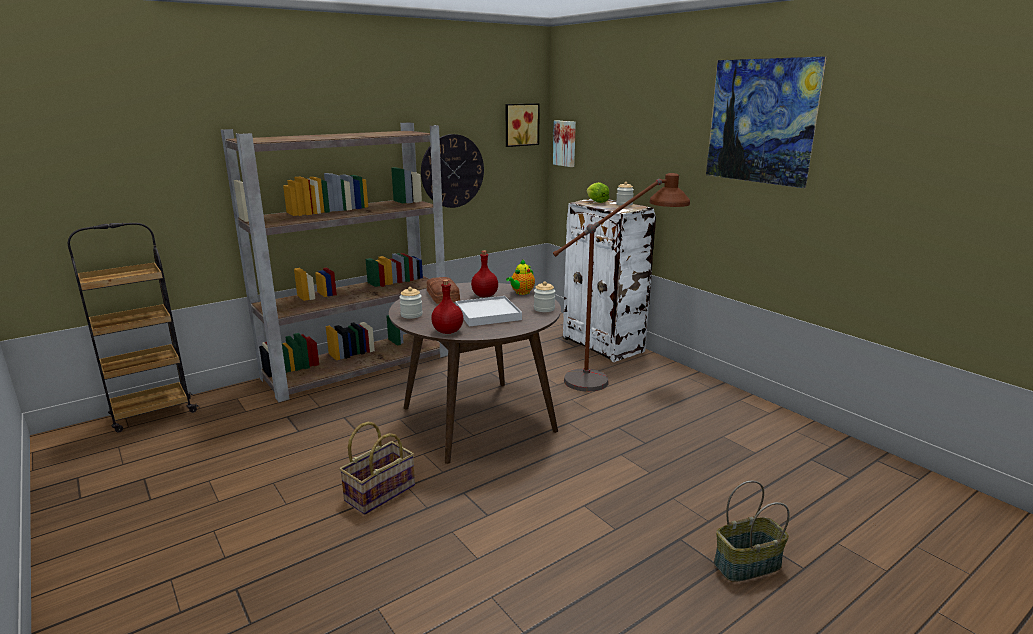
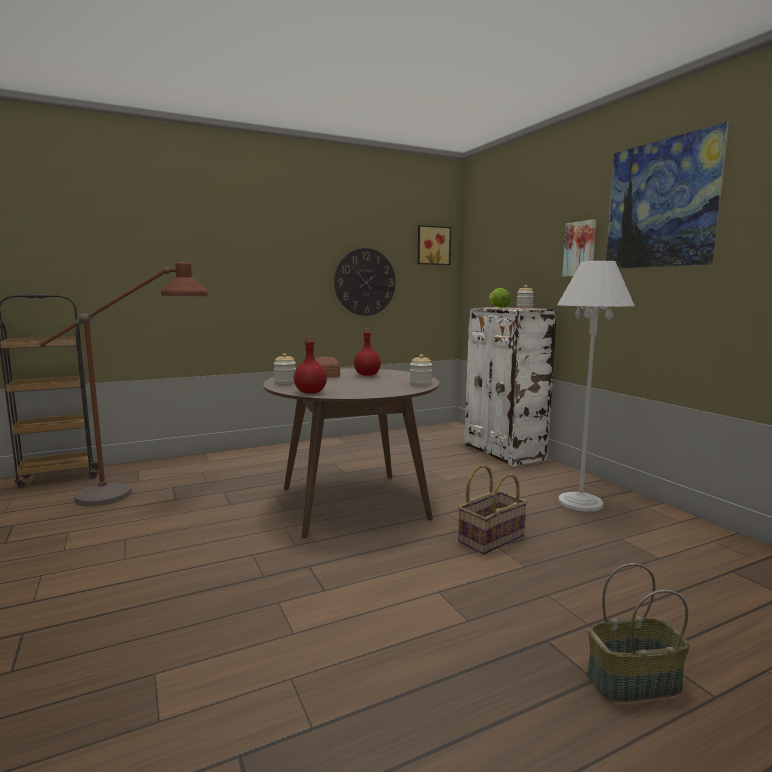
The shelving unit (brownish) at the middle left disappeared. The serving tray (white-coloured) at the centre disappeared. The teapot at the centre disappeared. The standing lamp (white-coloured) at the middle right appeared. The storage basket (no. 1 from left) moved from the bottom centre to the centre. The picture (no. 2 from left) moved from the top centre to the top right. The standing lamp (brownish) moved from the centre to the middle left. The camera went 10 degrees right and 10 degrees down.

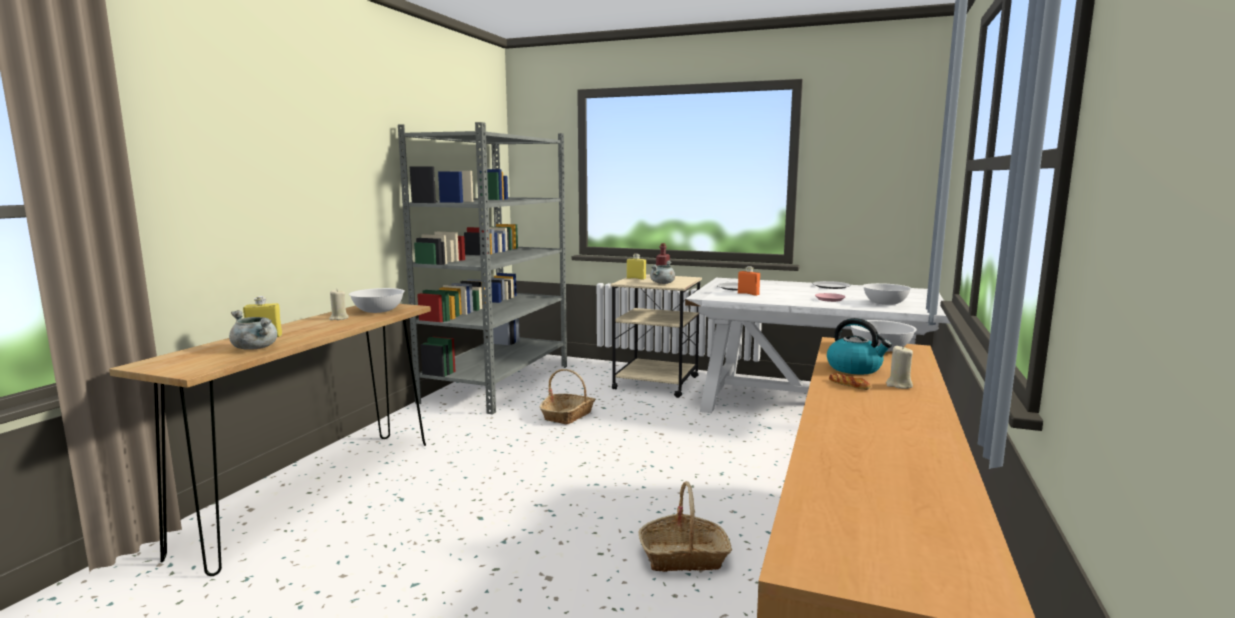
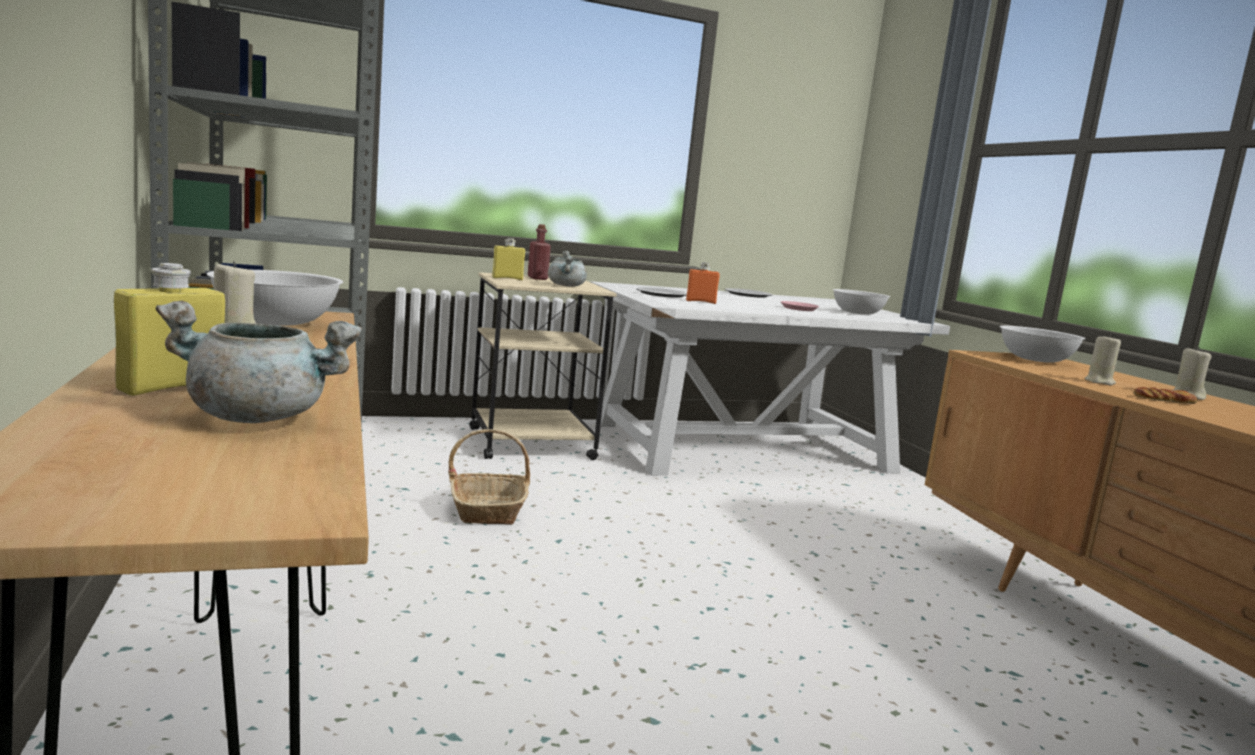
The storage basket (no. 2 from left) at the bottom centre disappeared. The water kettle at the middle right was replaced by the wax candle (sand-coloured) (no. 2 from left) at the middle right. The camera went 40 degrees left and 0 degrees up.

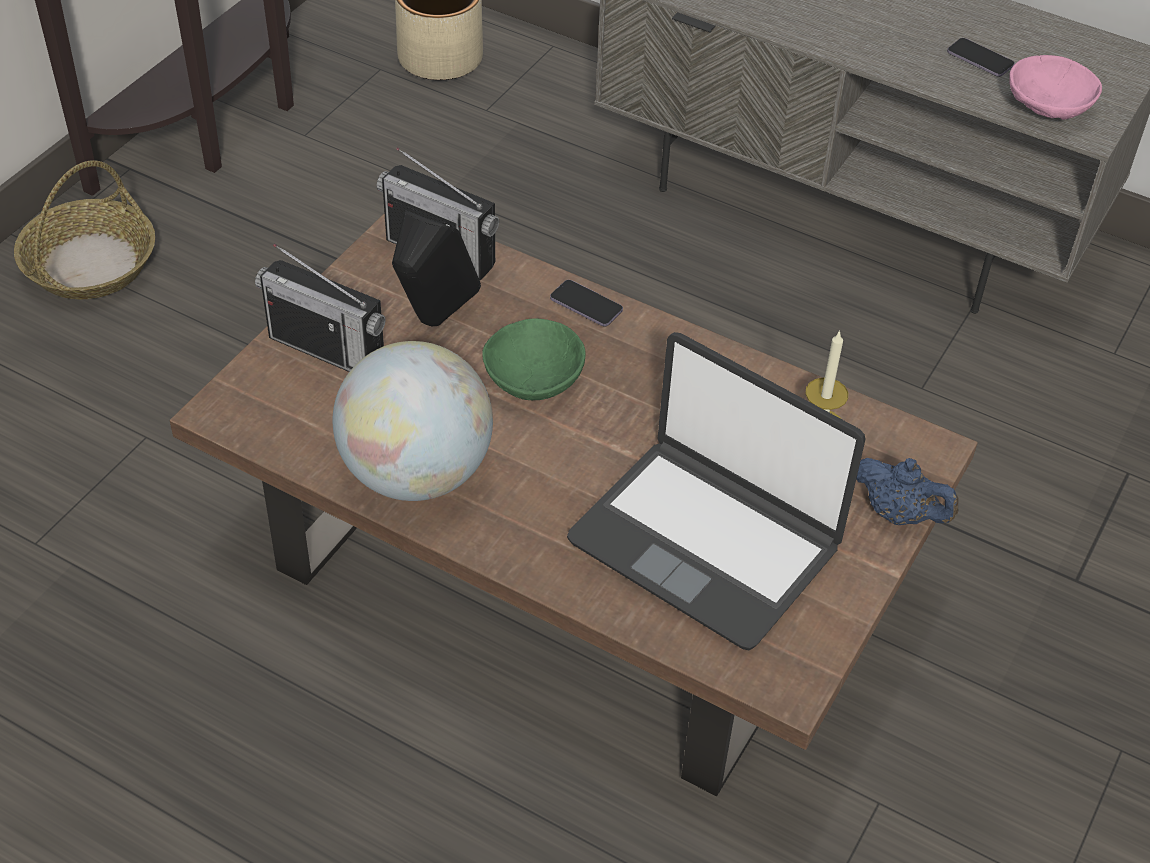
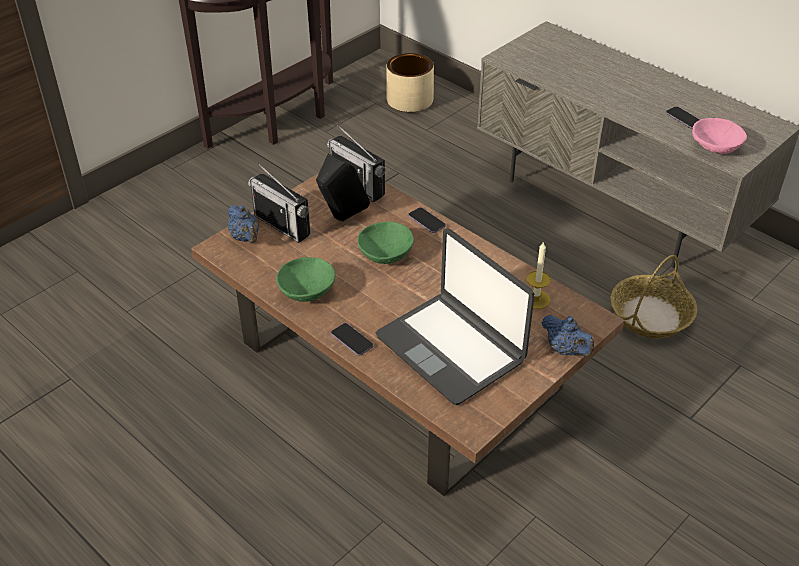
The teapot (blue) (no. 1 from left) at the middle left appeared. The phone (no. 1 from left) at the centre appeared. The storage basket moved from the top left to the middle right. The desk globe at the centre was replaced by the bowl (green-coloured) (no. 1 from left) at the centre. The camera went 15 degrees right and 5 degrees down.

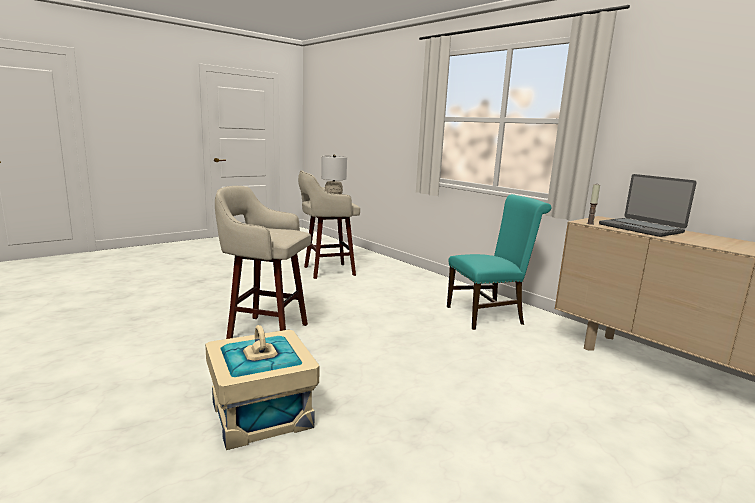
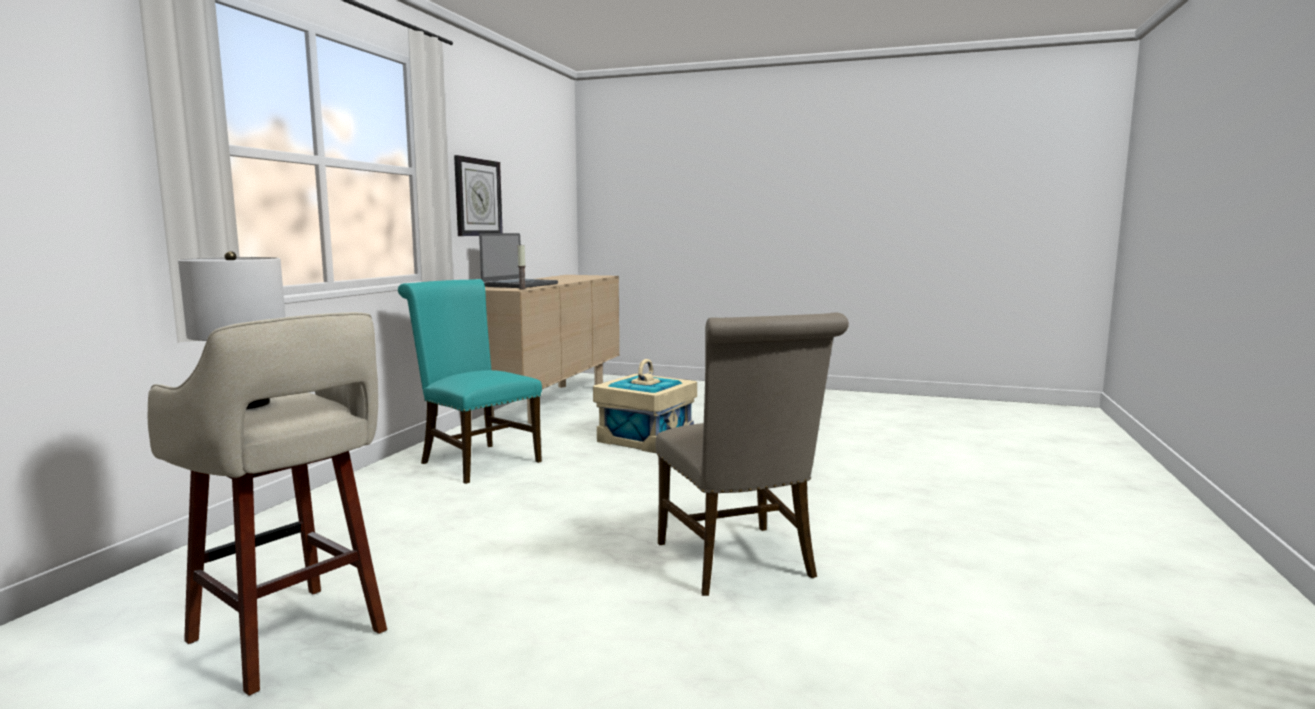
The hanging clock at the top centre appeared. The storage container (sand-coloured) moved from the bottom centre to the centre. The sitting stool (sand-coloured) (no. 1 from left) at the centre was replaced by the chair (sand-coloured) at the centre. The camera went 120 degrees left and 5 degrees down.

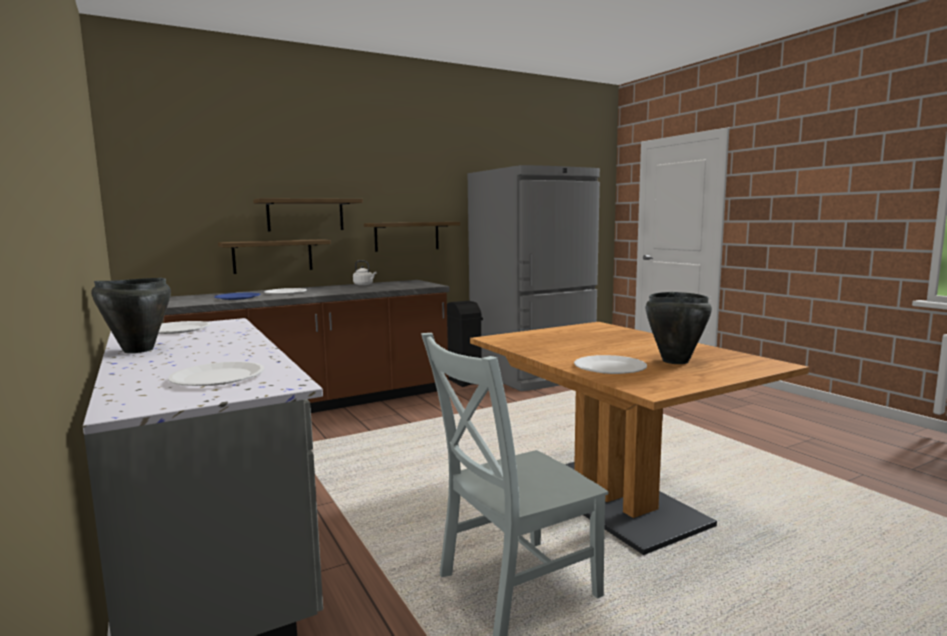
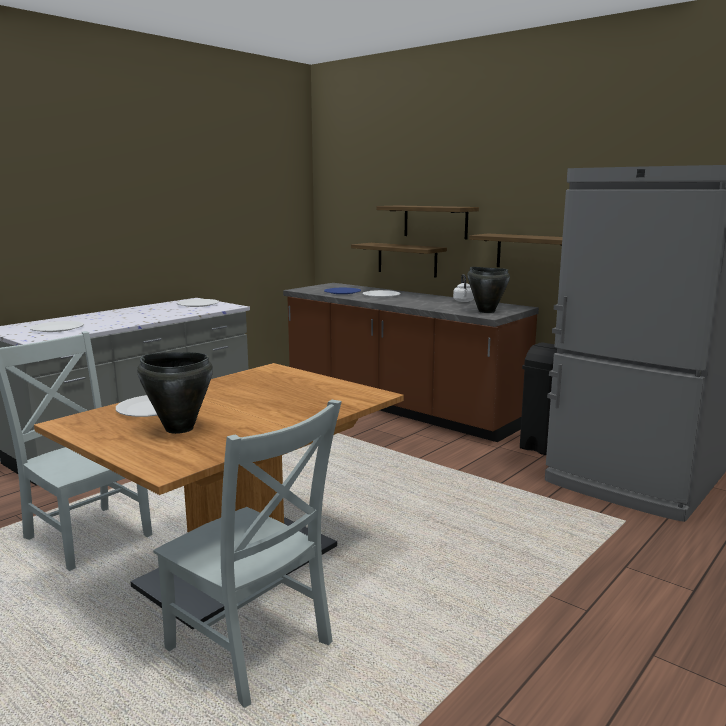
The chair (greyish) (no. 2 from left) at the bottom centre appeared. The stockpot (blackish) (no. 1 from left in the first image) moved from the middle left to the middle right. The camera went 70 degrees right and 5 degrees up.

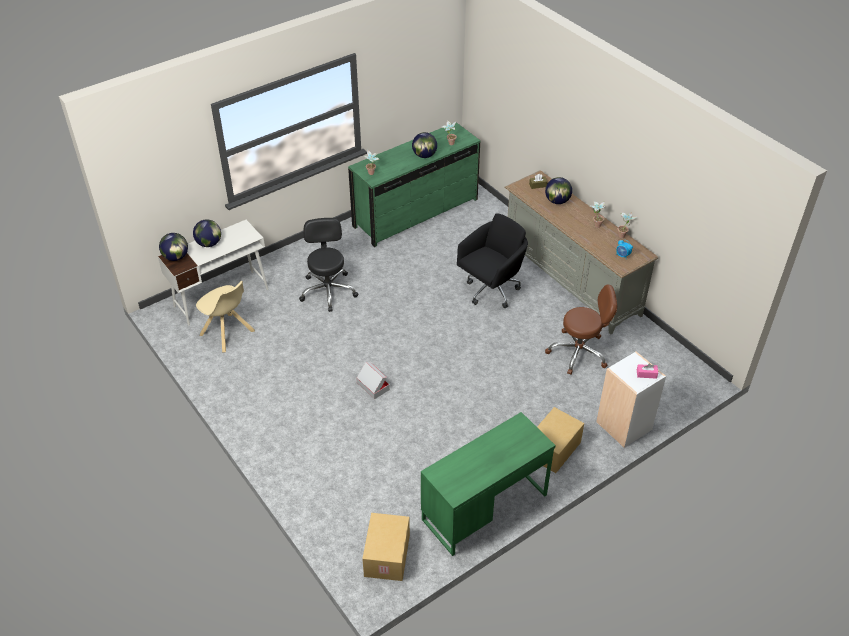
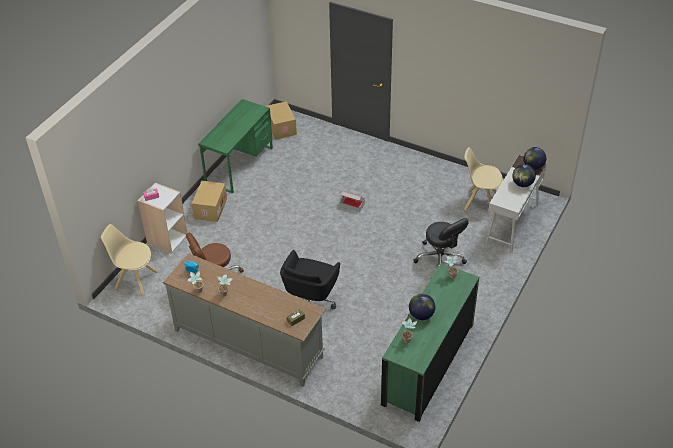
The desk globe (no. 4 from left) at the top centre disappeared. The chair (sand-coloured) (no. 1 from left) at the middle left appeared. The camera went 155 degrees right and 0 degrees up.

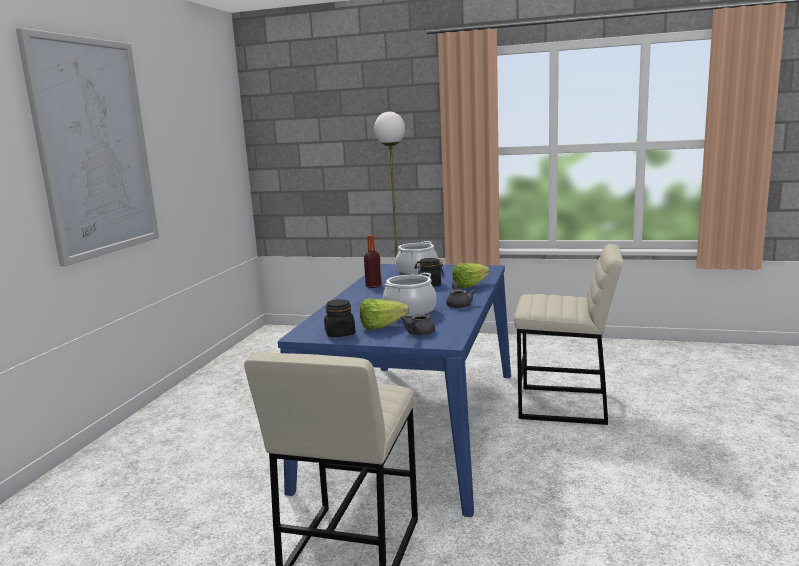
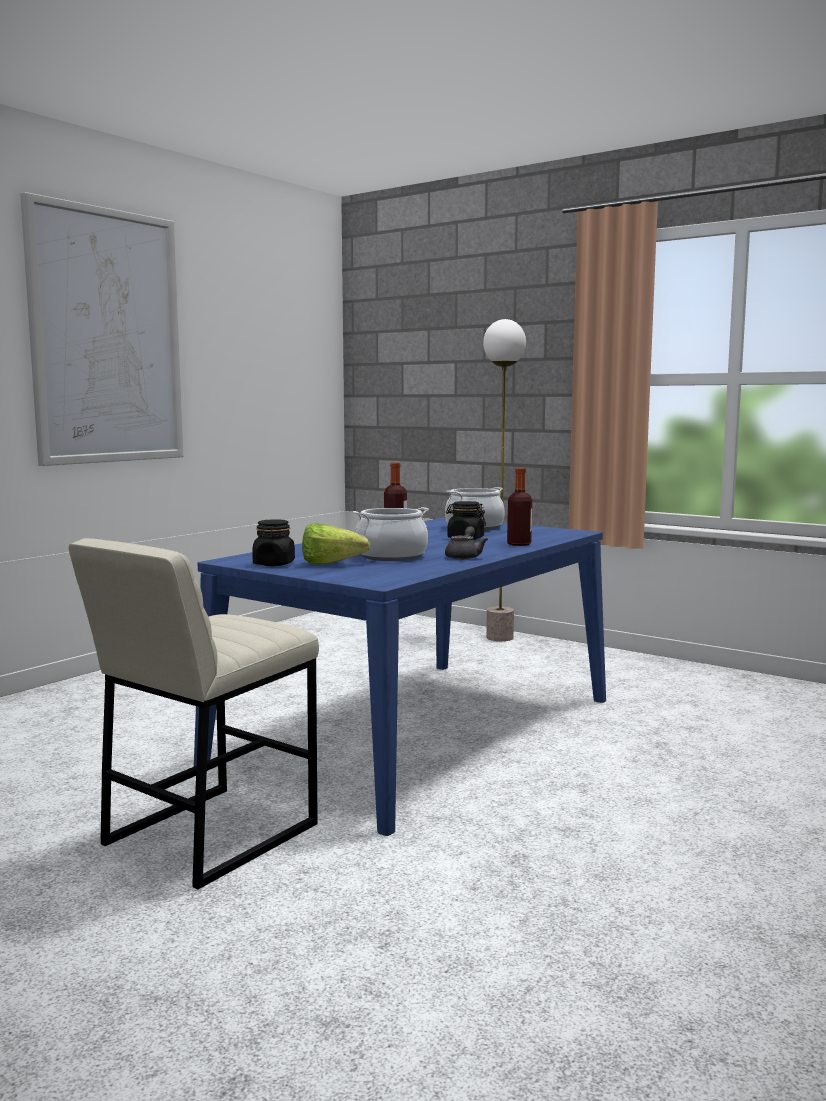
The teapot (greyish) (no. 1 from left) at the centre disappeared. The chair (sand-coloured) (no. 2 from left) at the middle right disappeared. The lettuce (no. 2 from left) at the centre was replaced by the beverage bottle (no. 2 from left) at the centre. The camera went 20 degrees right and 5 degrees down.

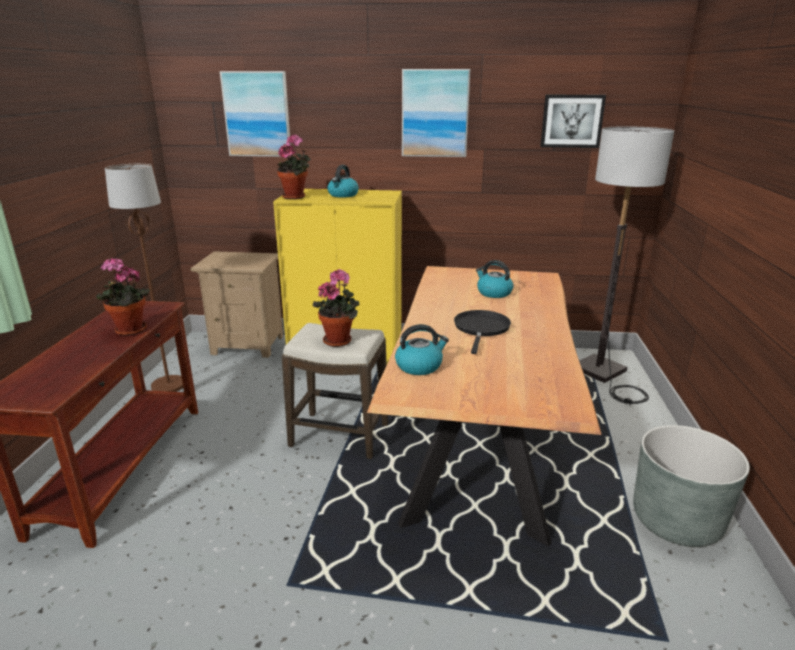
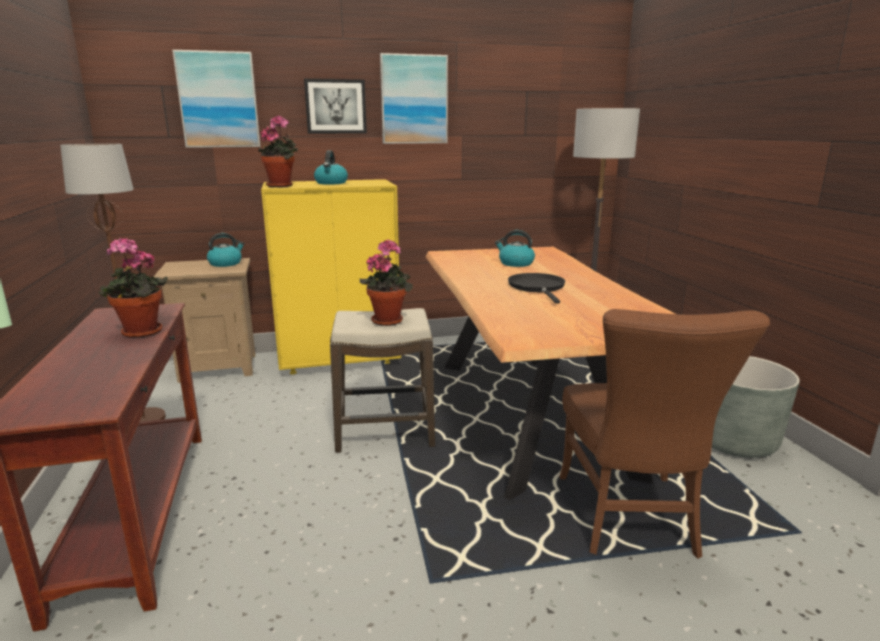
The chair (brownish) at the bottom right appeared. The water kettle (no. 2 from left in the first image) moved from the centre to the middle left. The picture (no. 3 from left in the first image) moved from the top right to the top centre. The camera went 20 degrees left and 5 degrees down.

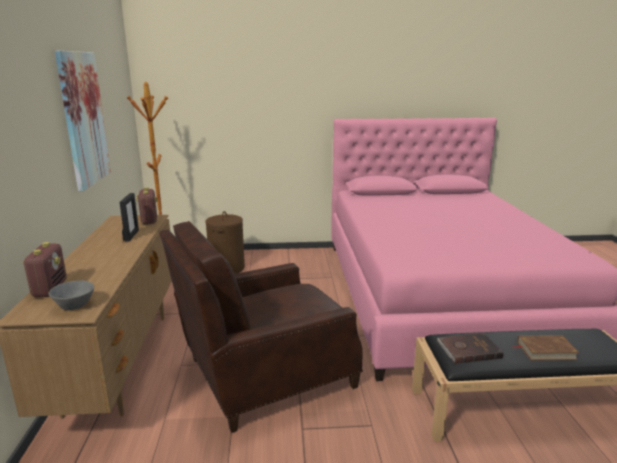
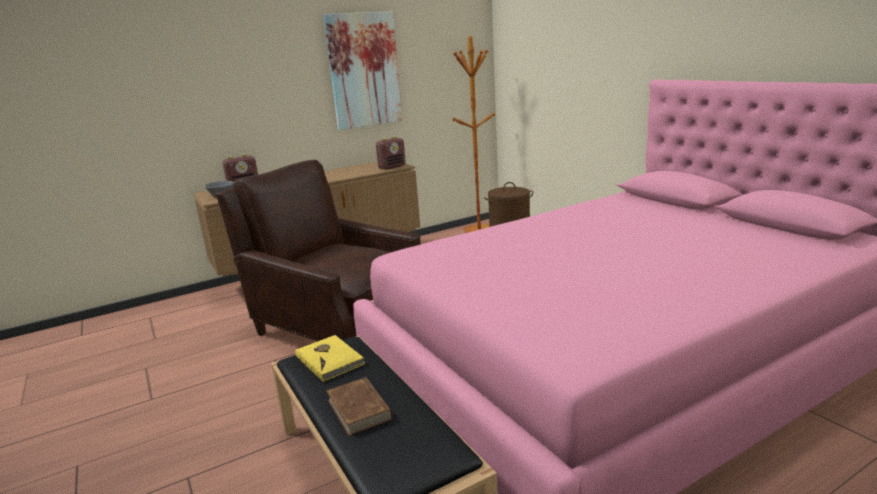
The photo frame at the middle left disappeared. The volume (brownish) (no. 1 from left) at the bottom right became the volume (yellow-coloured) at the bottom centre. The camera went 65 degrees right and 0 degrees up.

